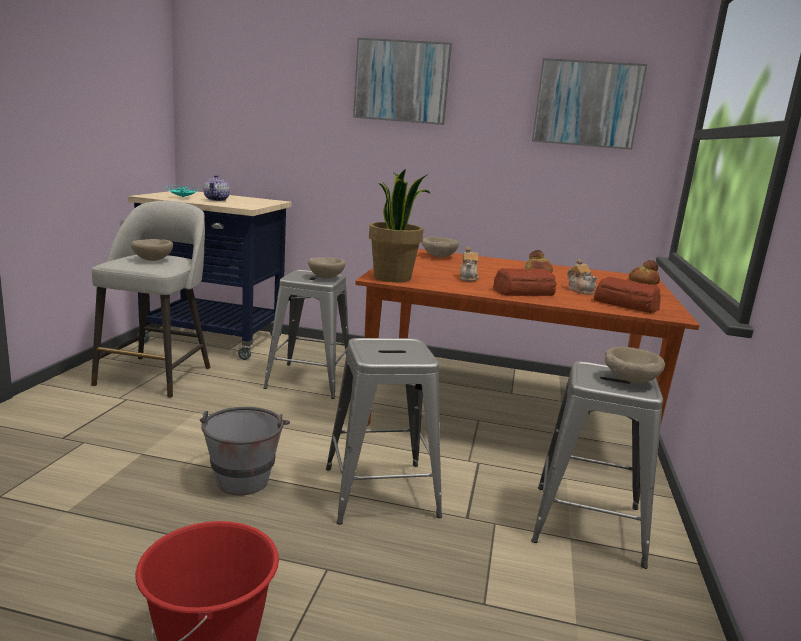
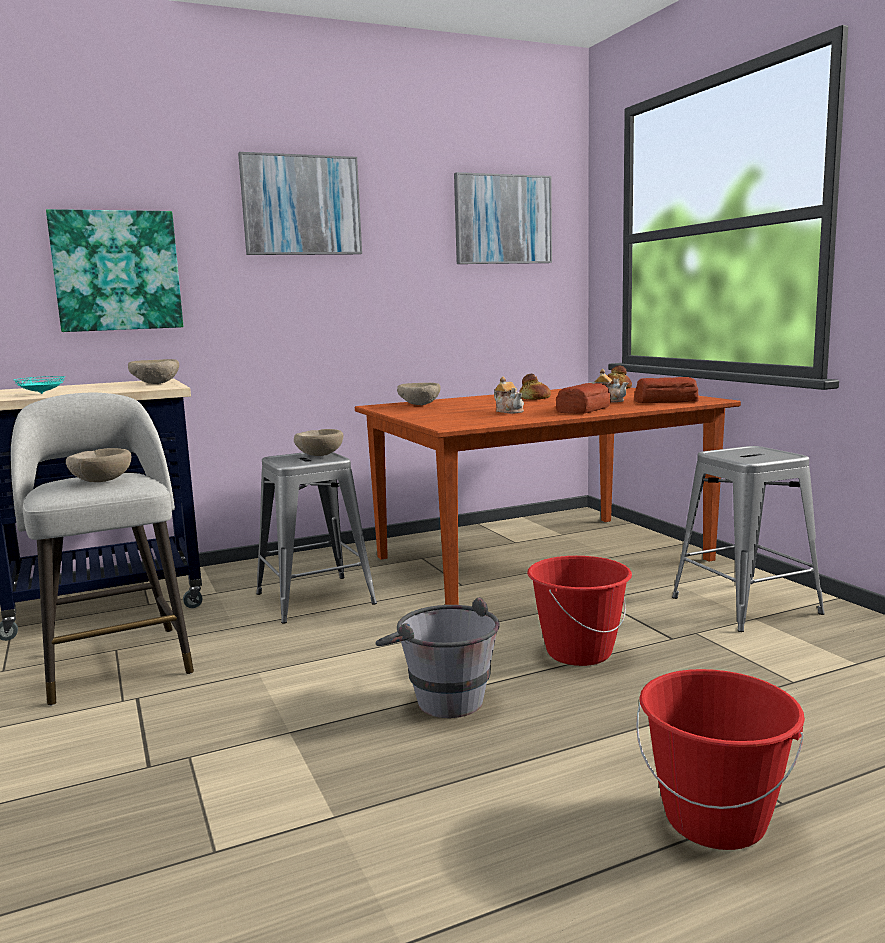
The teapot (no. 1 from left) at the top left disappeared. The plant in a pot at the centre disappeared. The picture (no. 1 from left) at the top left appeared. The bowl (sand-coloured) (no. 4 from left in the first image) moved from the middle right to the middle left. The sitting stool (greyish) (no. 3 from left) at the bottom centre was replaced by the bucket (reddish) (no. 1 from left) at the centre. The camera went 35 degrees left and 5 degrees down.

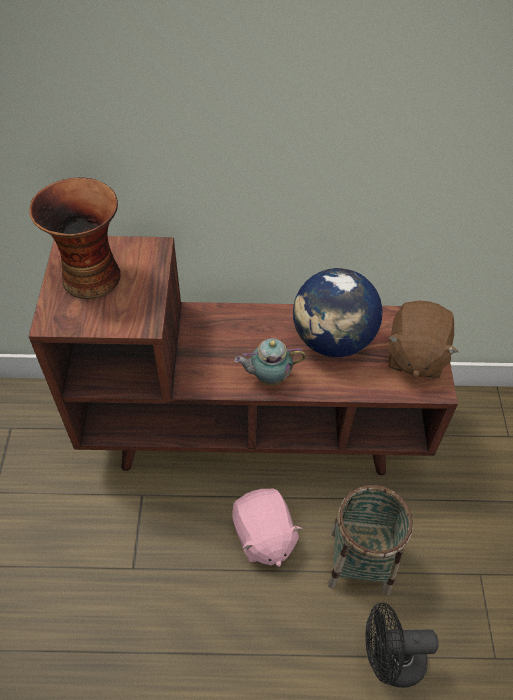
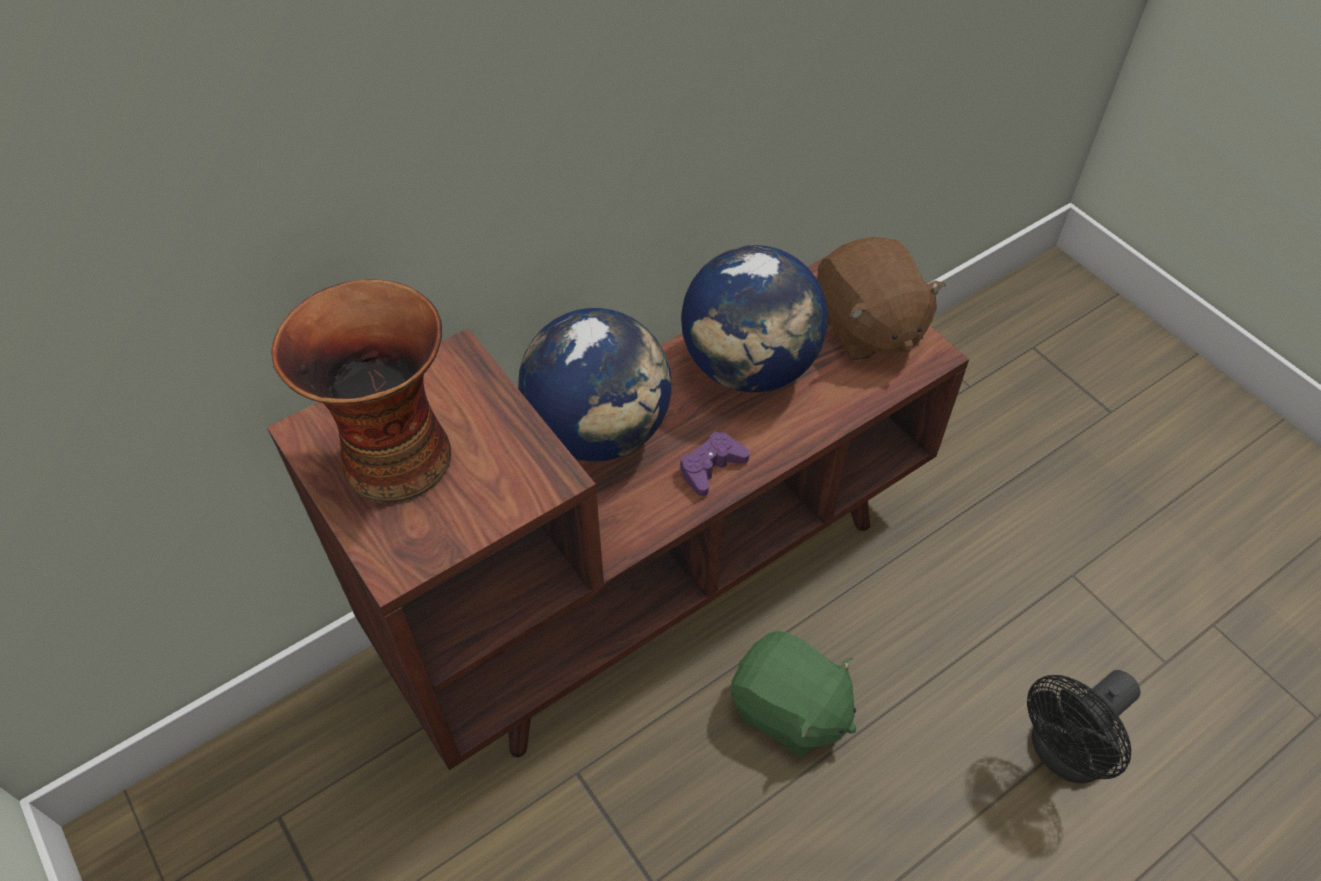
The storage basket at the bottom right disappeared. The desk globe (no. 1 from left) at the centre appeared. The teapot at the centre was replaced by the game controller (purple-coloured) at the centre. The cuddly toy (pinkish) at the bottom centre became the cuddly toy (green-coloured) at the bottom centre. The camera went 35 degrees left and 0 degrees up.

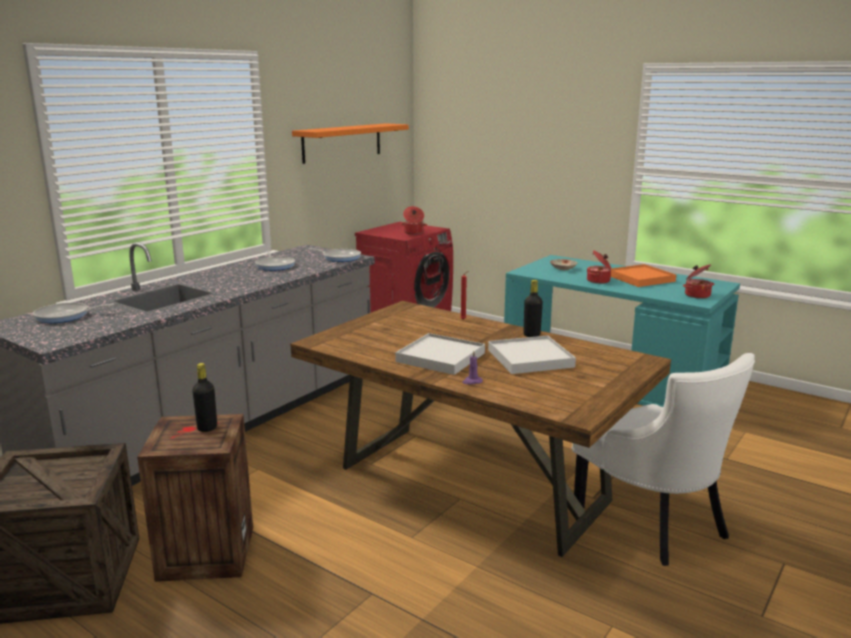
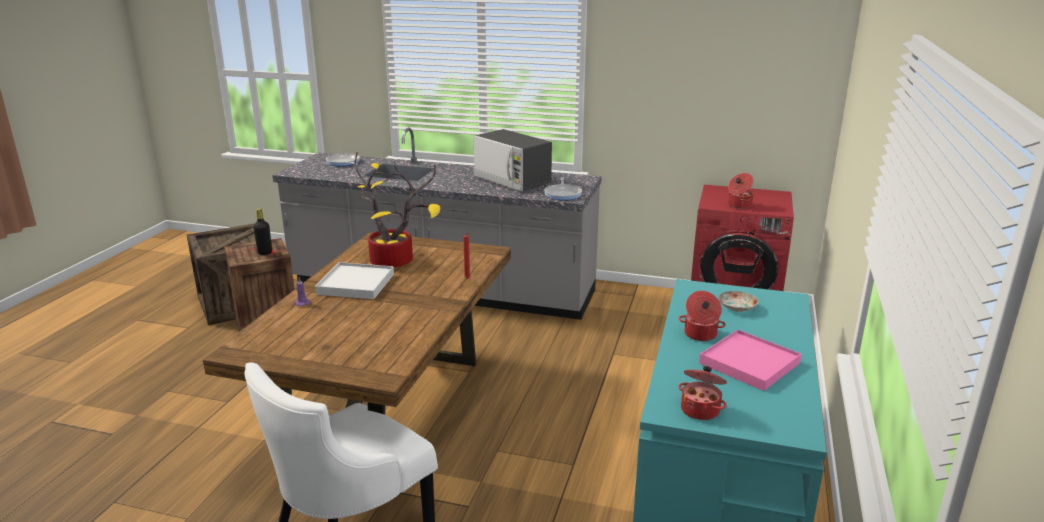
The wall shelf (orange-coloured) at the top centre disappeared. The serving tray (white-coloured) (no. 2 from left) at the centre disappeared. The beverage bottle (blackish) (no. 2 from left) at the centre disappeared. The plant in a pot at the centre appeared. The pan (no. 2 from left) at the middle left was replaced by the microwave at the top centre. The serving tray (orange-coloured) at the middle right became the serving tray (pinkish) at the bottom right. The camera went 70 degrees right and 5 degrees up.

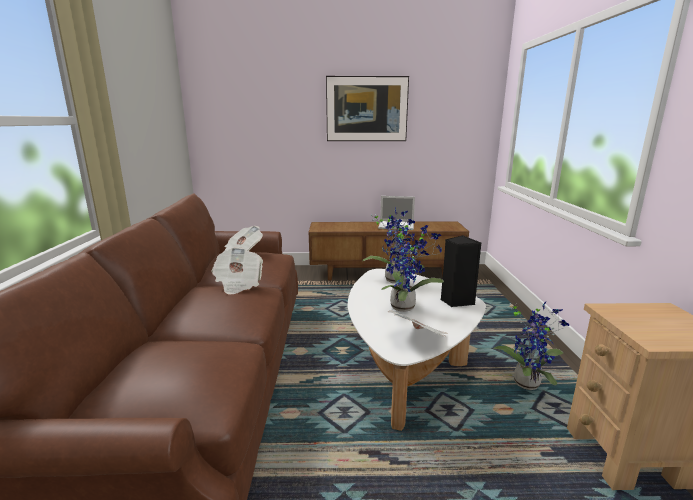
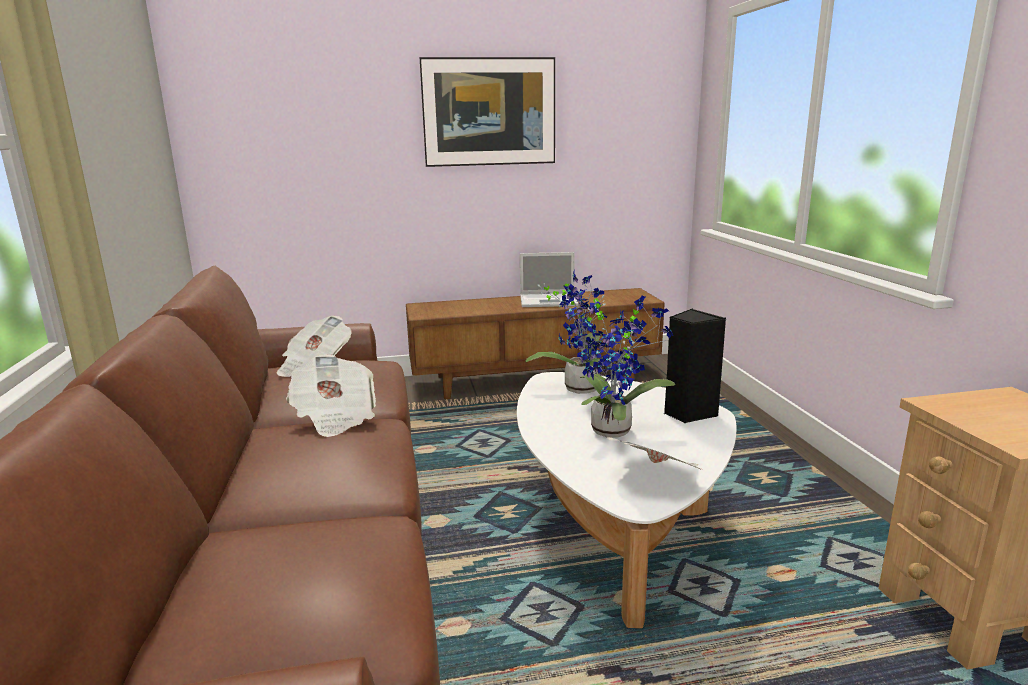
The plant in a pot (no. 3 from left) at the bottom right disappeared. The camera went 10 degrees left and 0 degrees up.

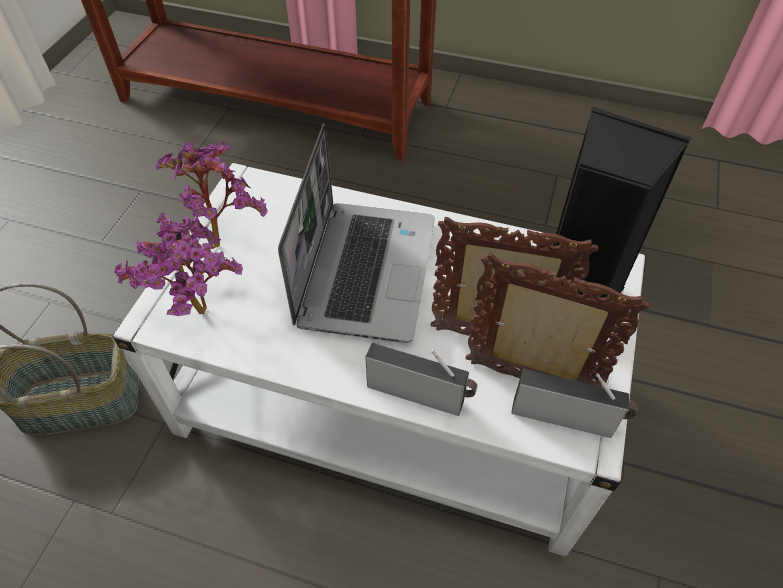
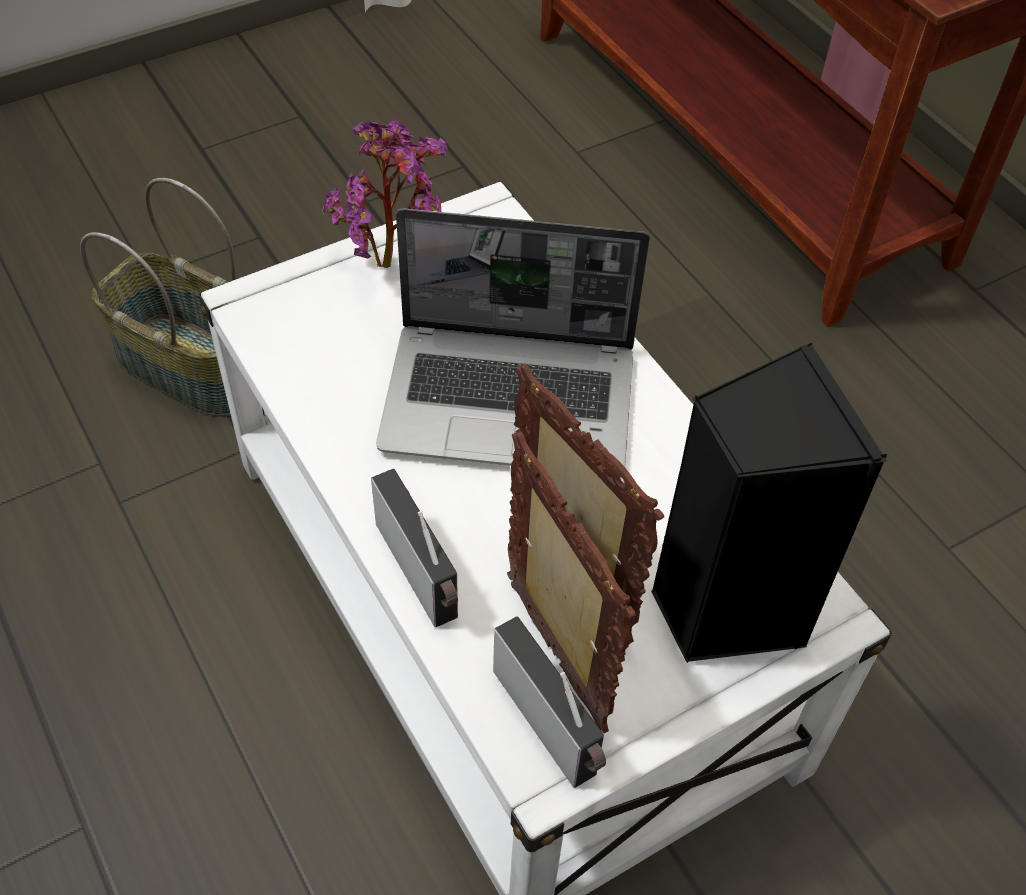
The plant in a pot (no. 1 from left) at the middle left disappeared. The laptop at the centre turned 45 degrees clockwise. The camera went 40 degrees right and 0 degrees up.

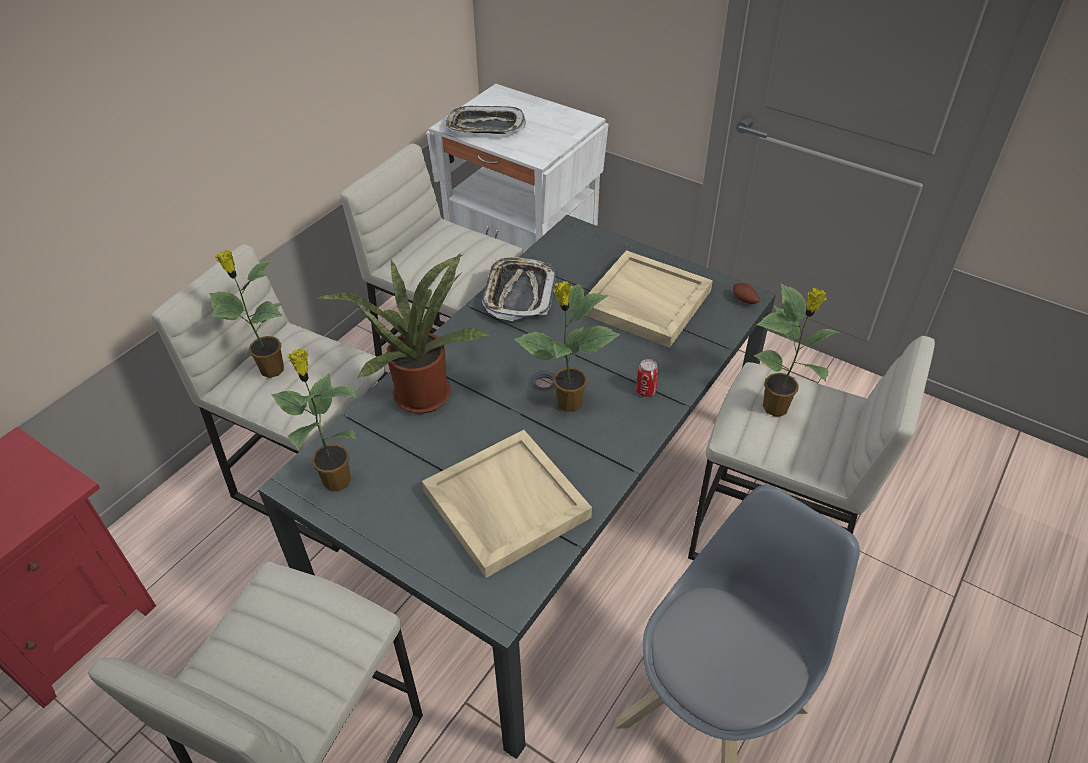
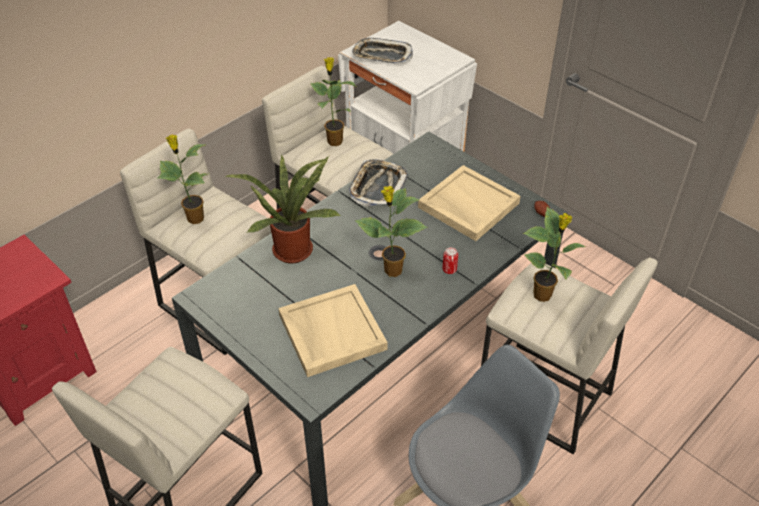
The plant in a pot (no. 2 from left in the first image) moved from the middle left to the top centre. The camera went 10 degrees right and 0 degrees up.

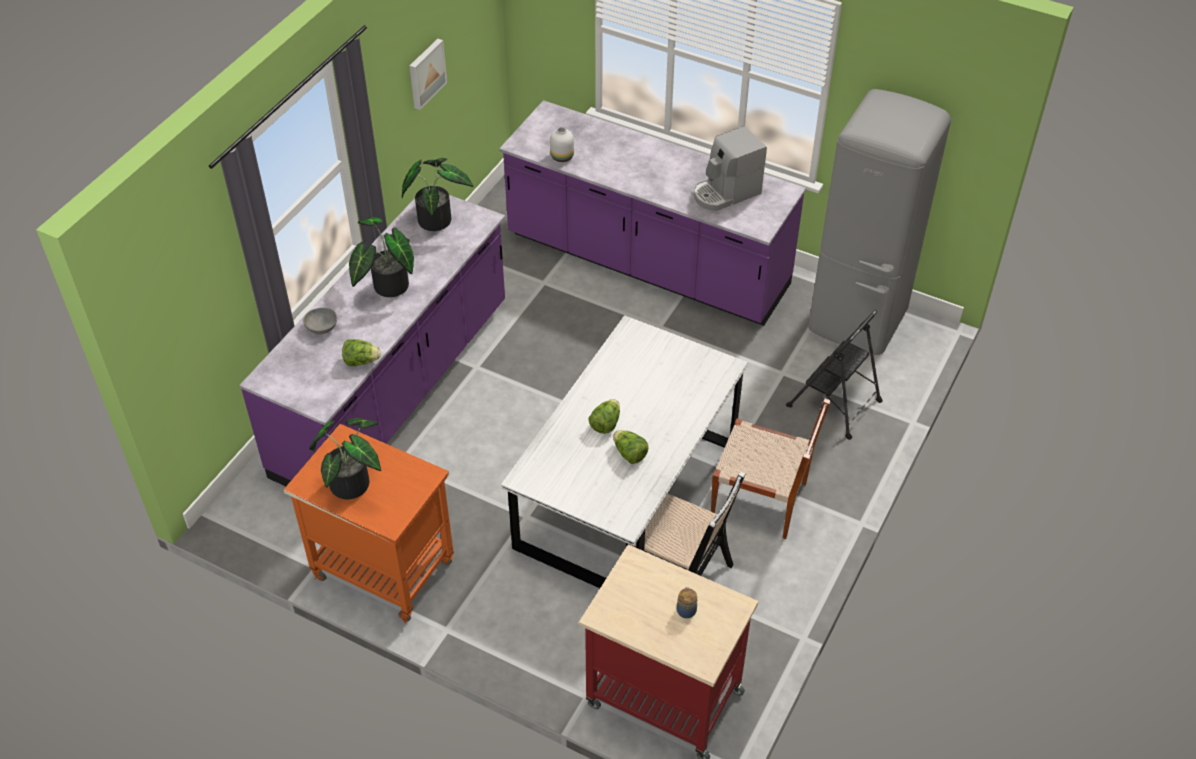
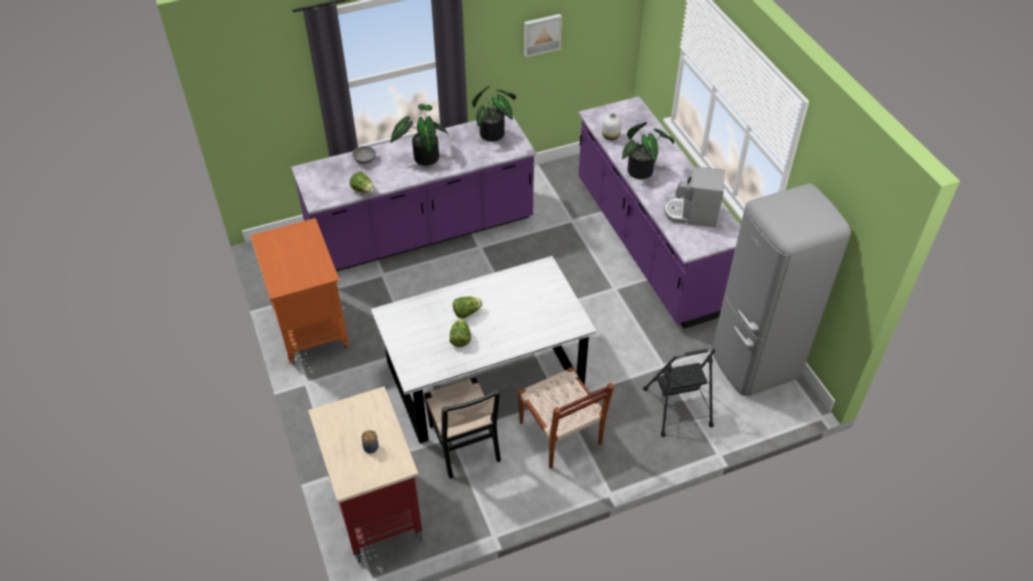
The plant in a pot (no. 1 from left in the first image) moved from the middle left to the top centre. The camera went 40 degrees right and 0 degrees up.

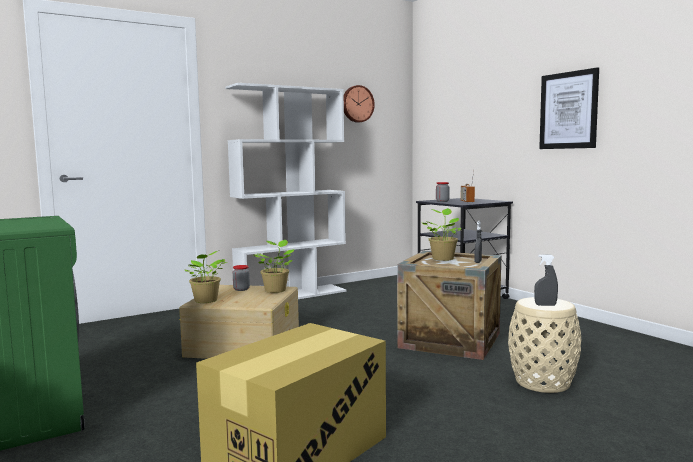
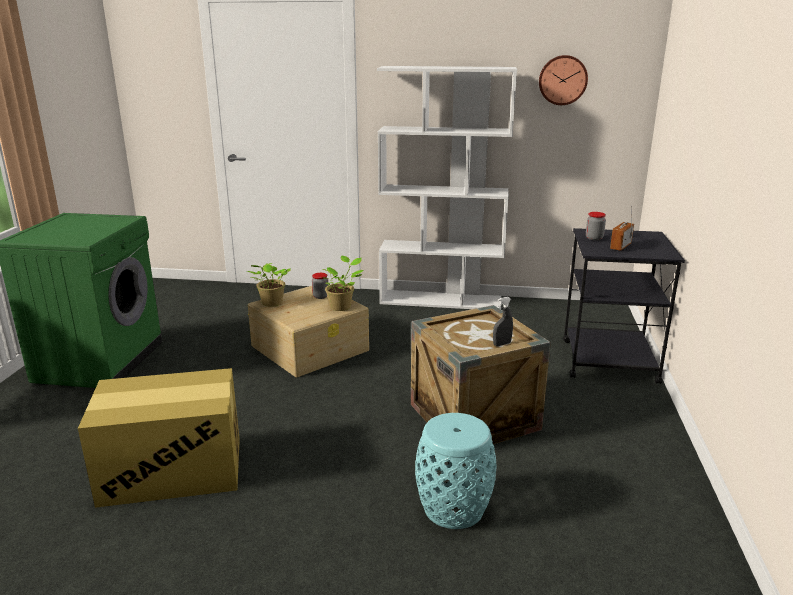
The plant in a pot (no. 3 from left) at the centre disappeared. The sprayer (greyish) (no. 2 from left) at the middle right disappeared. The picture at the top right disappeared. The sitting stool (sand-coloured) at the bottom right became the sitting stool (turquoise-coloured) at the bottom centre. The camera went 40 degrees right and 15 degrees up.

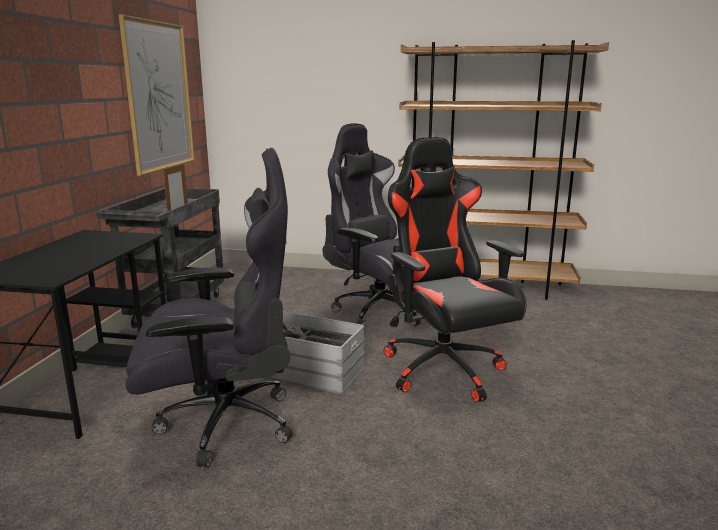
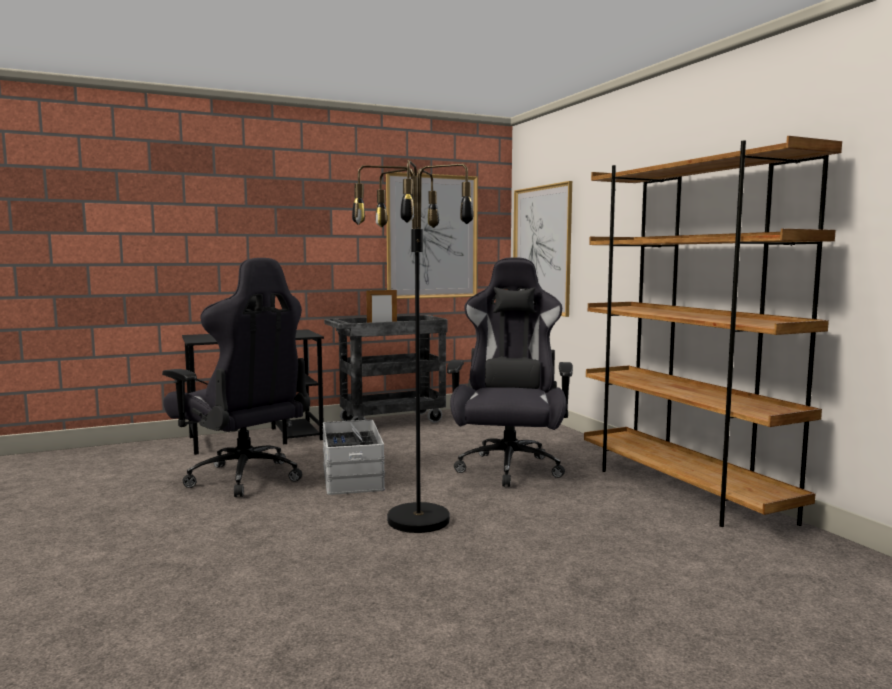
The picture (no. 2 from left) at the centre appeared. The computer chair (blackish) (no. 3 from left) at the centre was replaced by the standing lamp at the centre. The camera went 55 degrees right and 10 degrees down.

